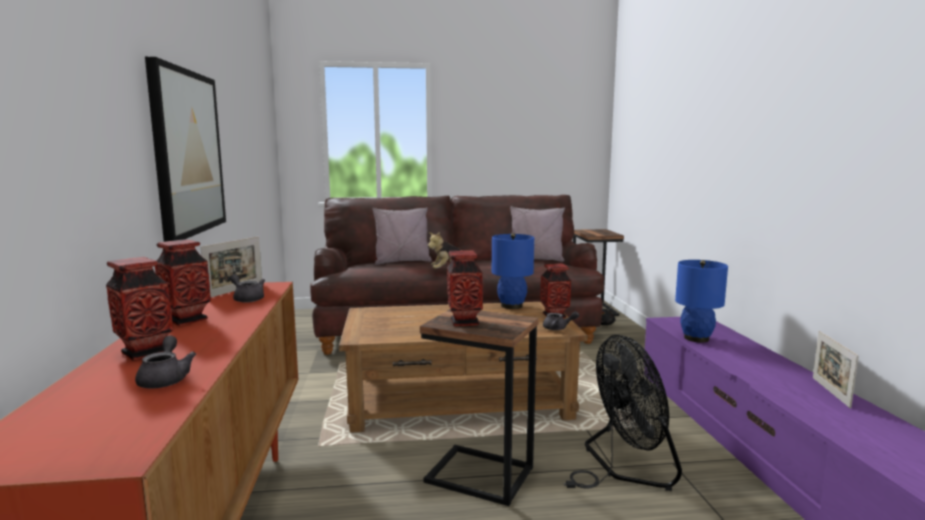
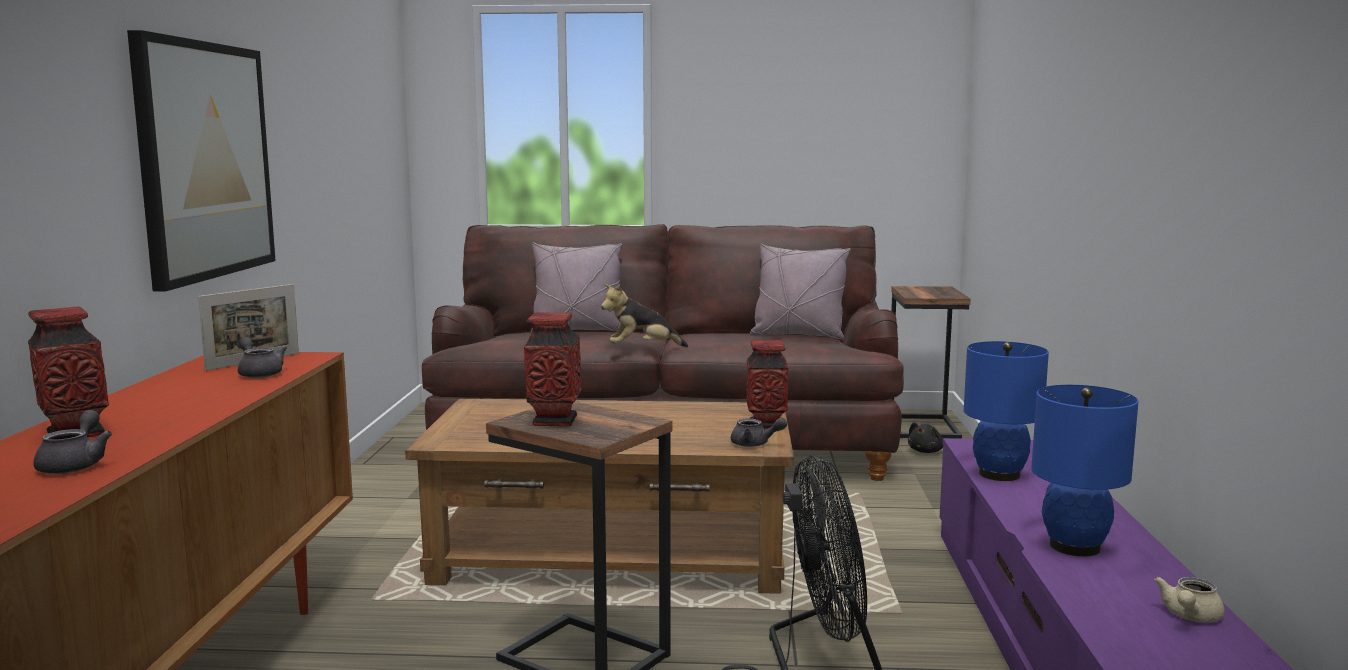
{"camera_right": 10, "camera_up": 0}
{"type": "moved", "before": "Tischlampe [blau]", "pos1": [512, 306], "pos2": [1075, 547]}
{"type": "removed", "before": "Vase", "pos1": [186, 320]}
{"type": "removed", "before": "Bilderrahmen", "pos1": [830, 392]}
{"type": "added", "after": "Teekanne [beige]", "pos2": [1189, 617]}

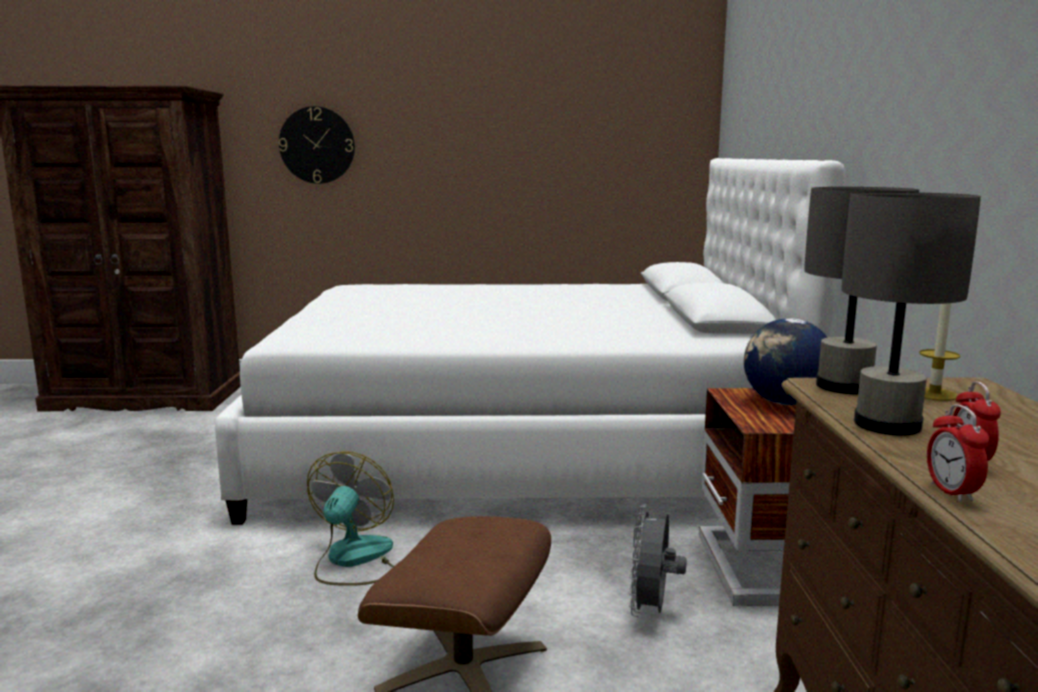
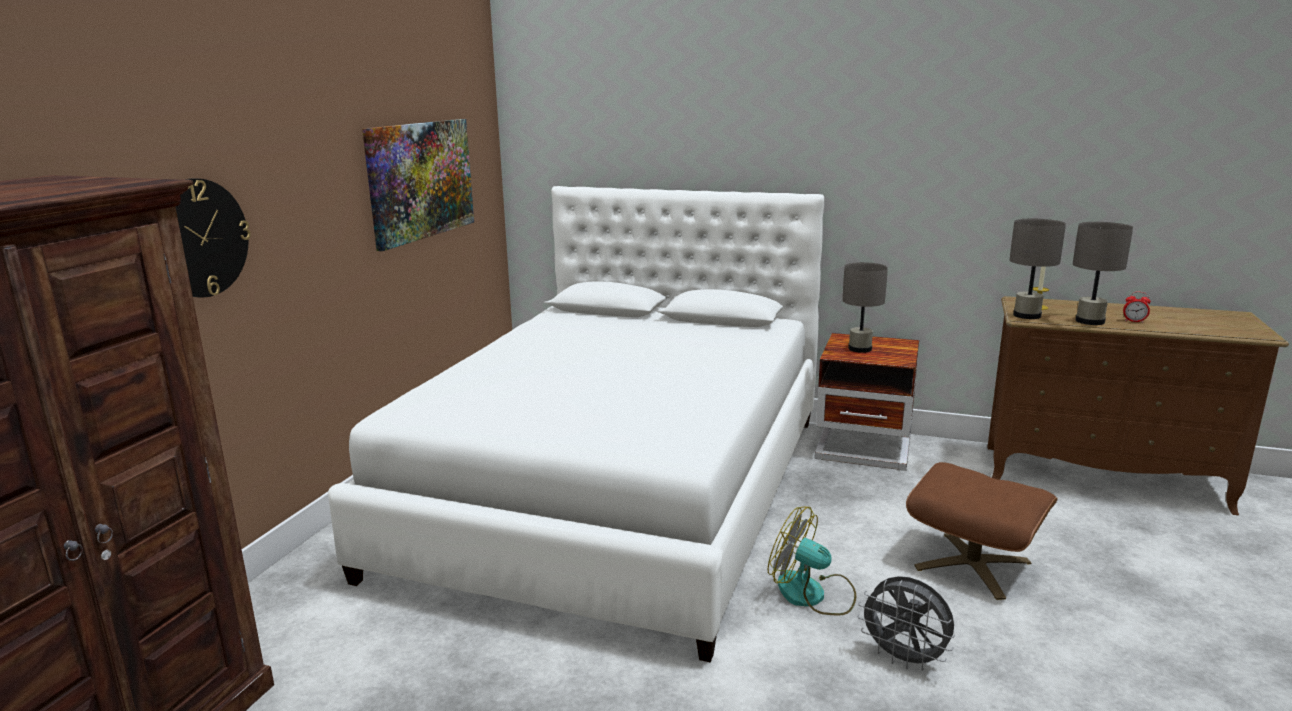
{"camera_right": -70, "camera_up": 5}
{"type": "replaced", "before": "Globus", "after": "Tischlampe [grau]", "pos1": [784, 403], "pos2": [860, 349]}
{"type": "removed", "before": "Wecker", "pos1": [951, 492]}
{"type": "moved", "before": "Ventilator [grau]", "pos1": [651, 610], "pos2": [904, 659]}
{"type": "added", "after": "Bild", "pos2": [421, 180]}

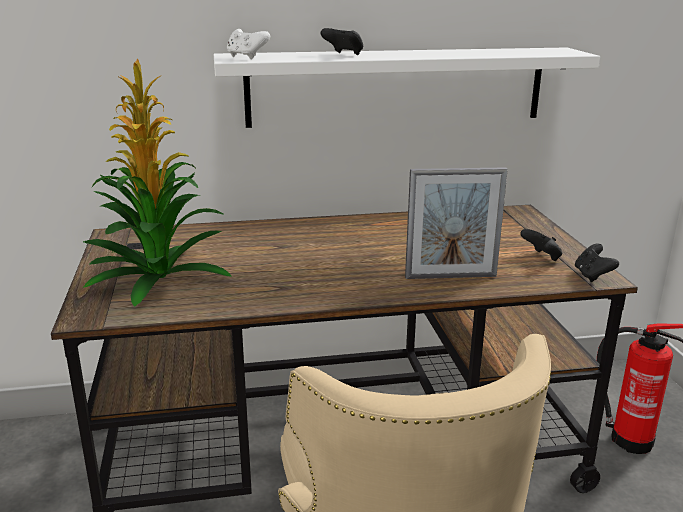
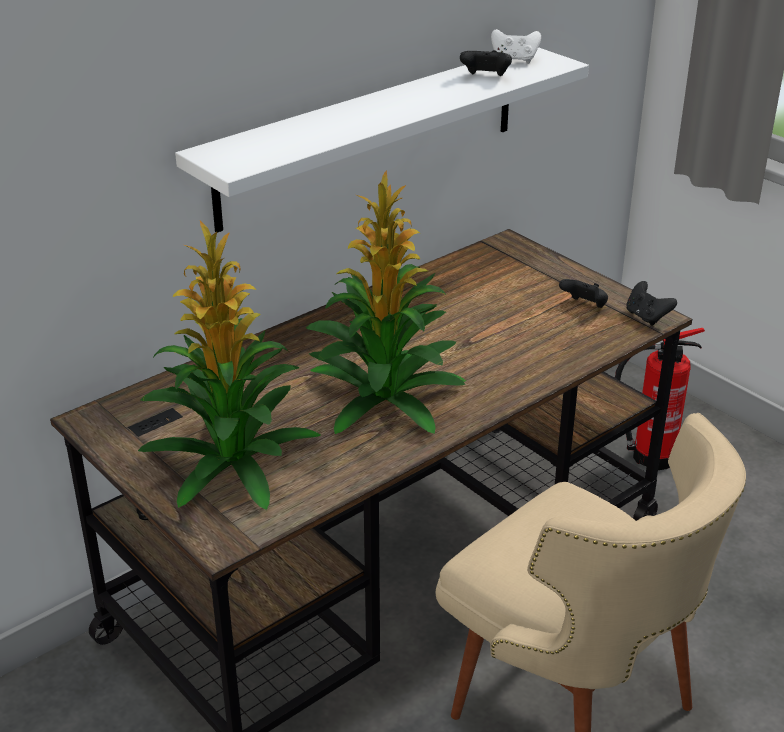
{"camera_right": -30, "camera_up": 10}
{"type": "moved", "before": "Gamepad [schwarz]", "pos1": [344, 54], "pos2": [485, 77]}
{"type": "moved", "before": "Gamepad [weiß]", "pos1": [246, 57], "pos2": [514, 60]}
{"type": "removed", "before": "Bilderrahmen", "pos1": [450, 276]}
{"type": "added", "after": "Topfpflanze", "pos2": [386, 399]}

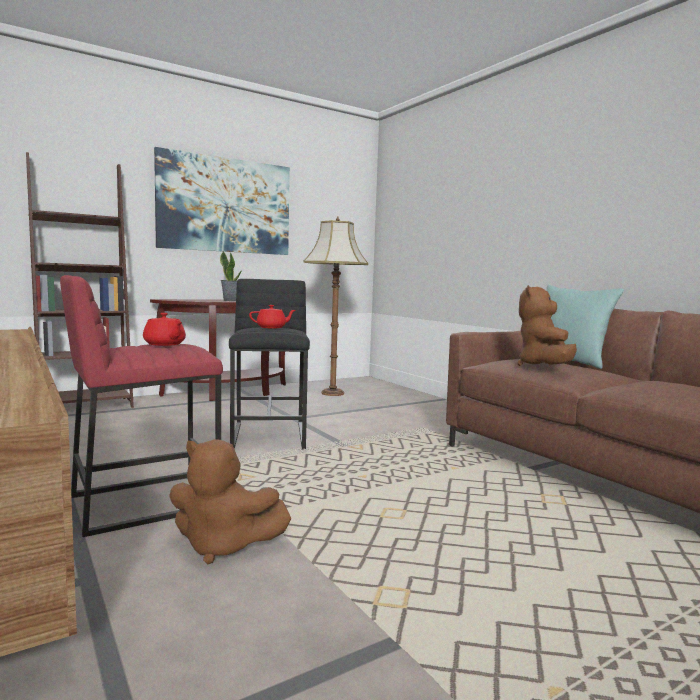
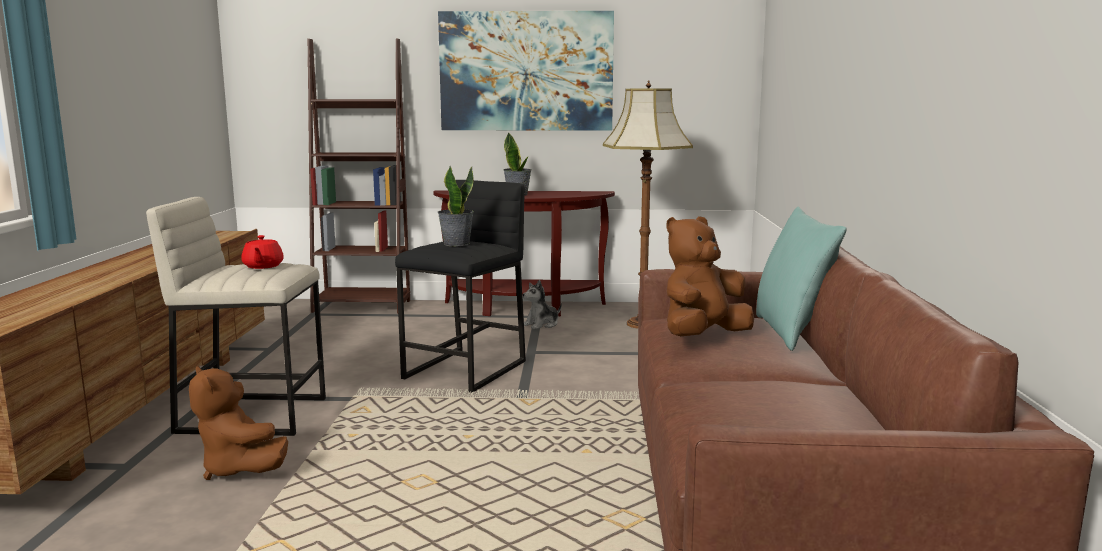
{"camera_right": 35, "camera_up": 5}
{"type": "recoloured", "before": "Hocker [rot]", "after": "Hocker [beige]", "pos1": [144, 502], "pos2": [252, 415]}
{"type": "replaced", "before": "Teekanne [rot]", "after": "Topfpflanze", "pos1": [272, 327], "pos2": [456, 244]}
{"type": "added", "after": "Plüschtier", "pos2": [542, 324]}

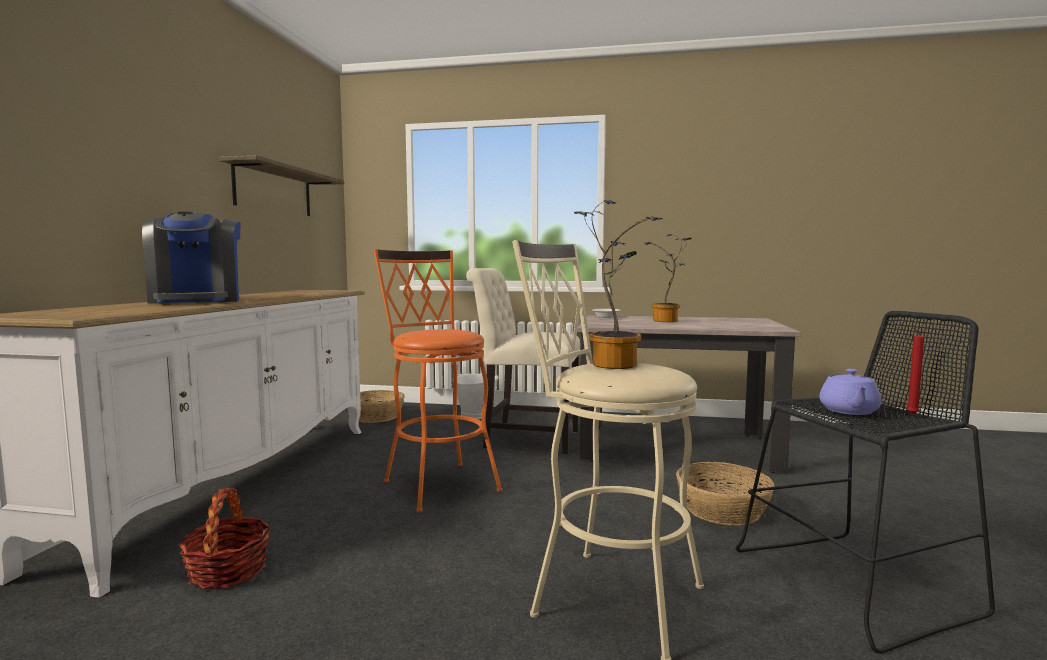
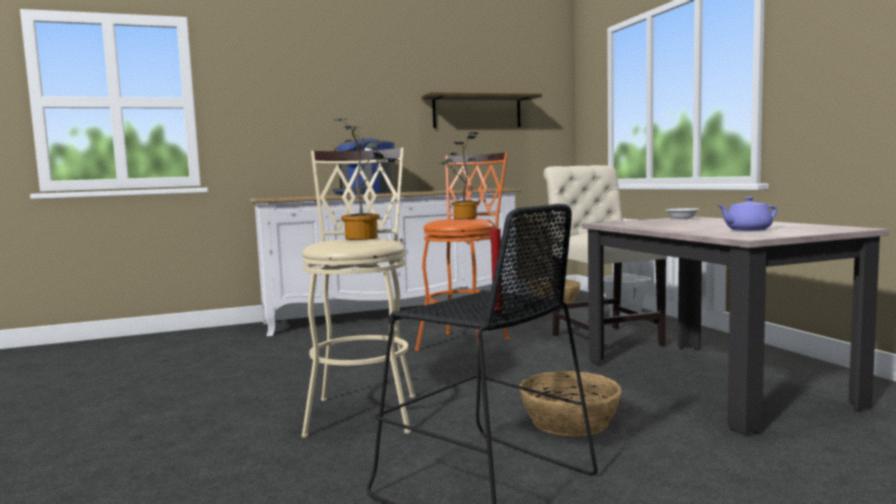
{"camera_right": 60, "camera_up": 0}
{"type": "moved", "before": "Topfpflanze", "pos1": [666, 321], "pos2": [462, 218]}
{"type": "moved", "before": "Teekanne [lila]", "pos1": [849, 411], "pos2": [747, 230]}
{"type": "removed", "before": "Korb", "pos1": [228, 571]}

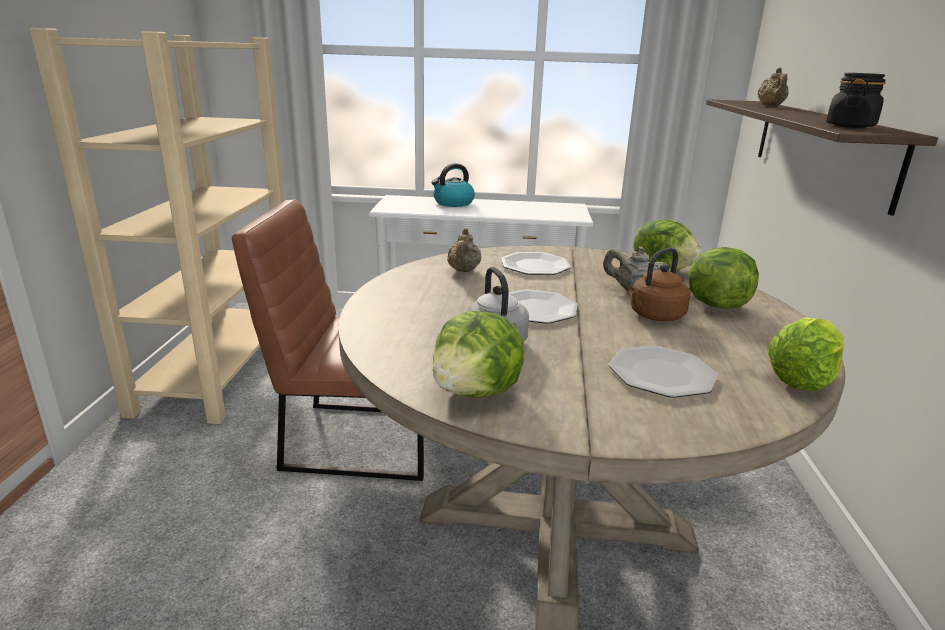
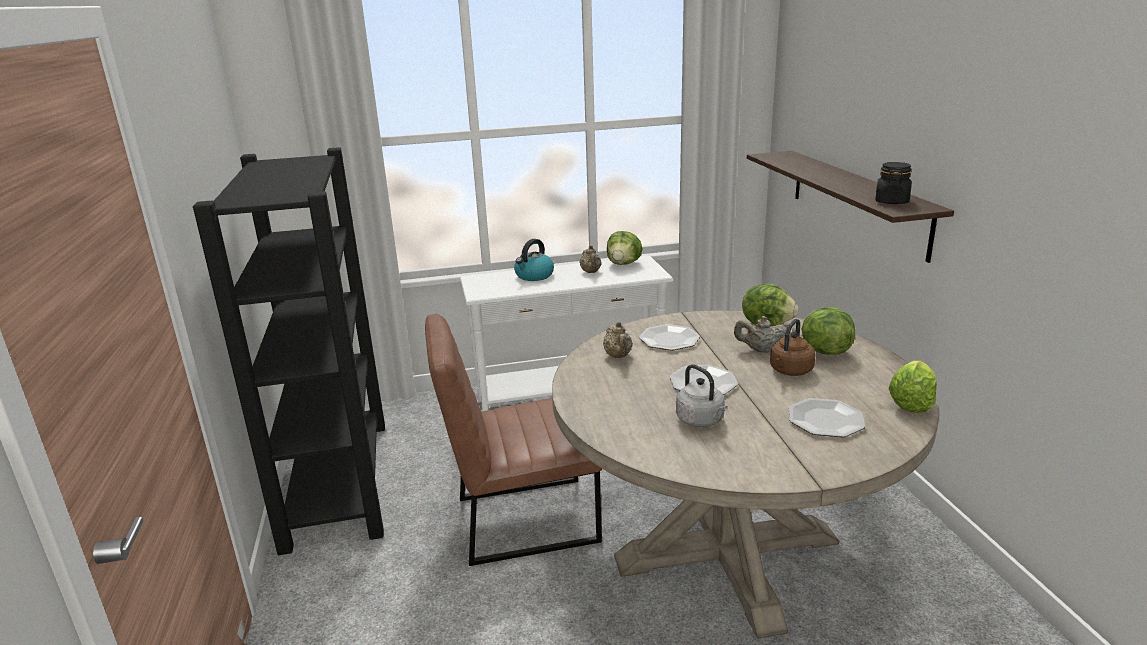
{"camera_right": -15, "camera_up": 0}
{"type": "recoloured", "before": "Bücherregal [beige]", "after": "Bücherregal [schwarz]", "pos1": [220, 367], "pos2": [337, 482]}
{"type": "moved", "before": "Teekanne [beige]", "pos1": [770, 106], "pos2": [591, 272]}
{"type": "moved", "before": "Salatkopf", "pos1": [477, 392], "pos2": [624, 264]}

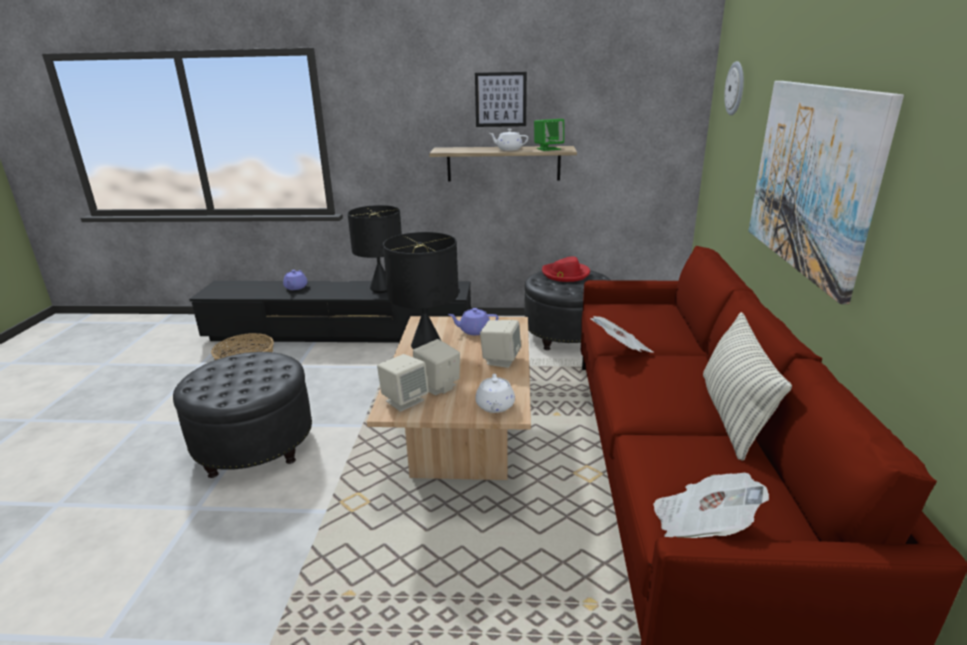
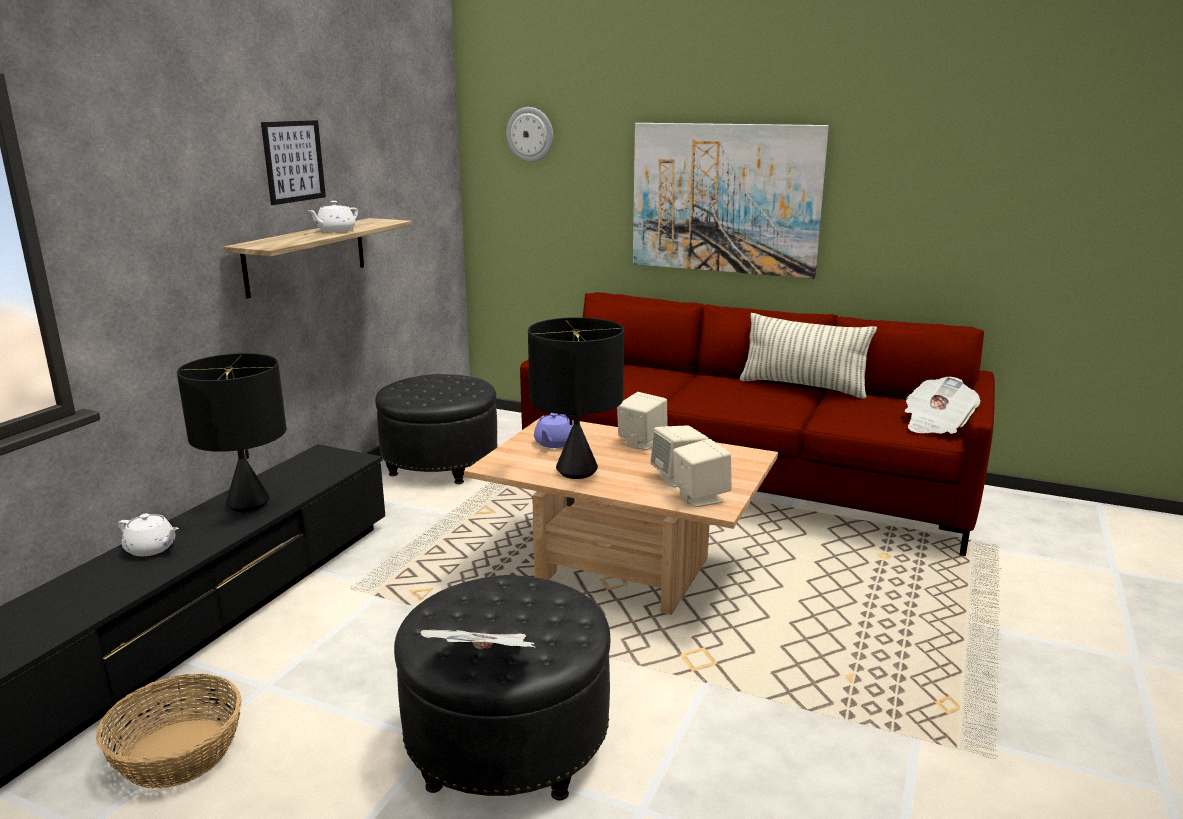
{"camera_right": -70, "camera_up": -5}
{"type": "removed", "before": "Lautsprecher [grün]", "pos1": [548, 149]}
{"type": "removed", "before": "Hut [rot]", "pos1": [565, 274]}
{"type": "removed", "before": "Teekanne [lila]", "pos1": [295, 287]}
{"type": "moved", "before": "Zeitung", "pos1": [620, 350], "pos2": [485, 664]}
{"type": "moved", "before": "Teekanne [weiß]", "pos1": [495, 406], "pos2": [152, 549]}

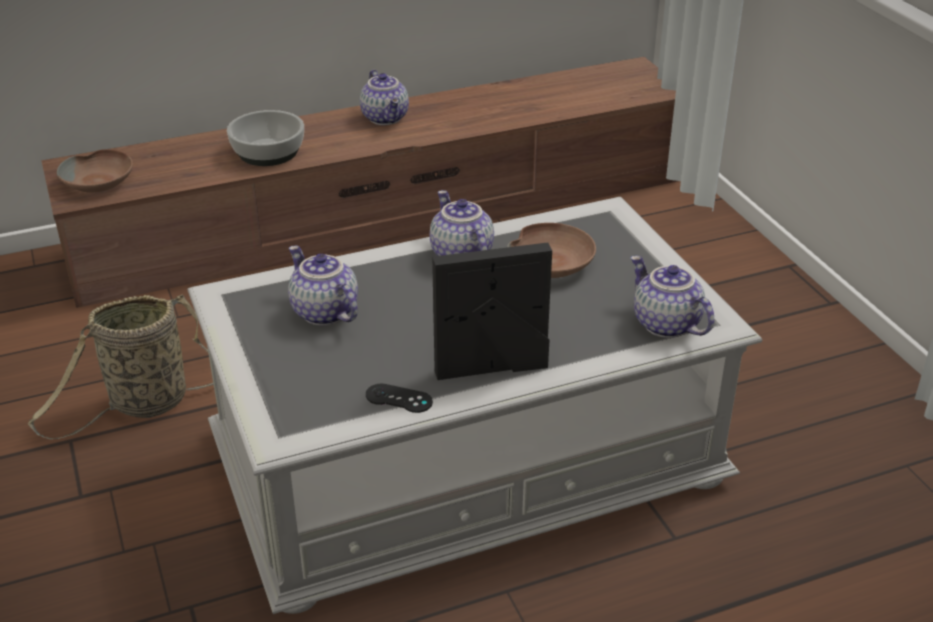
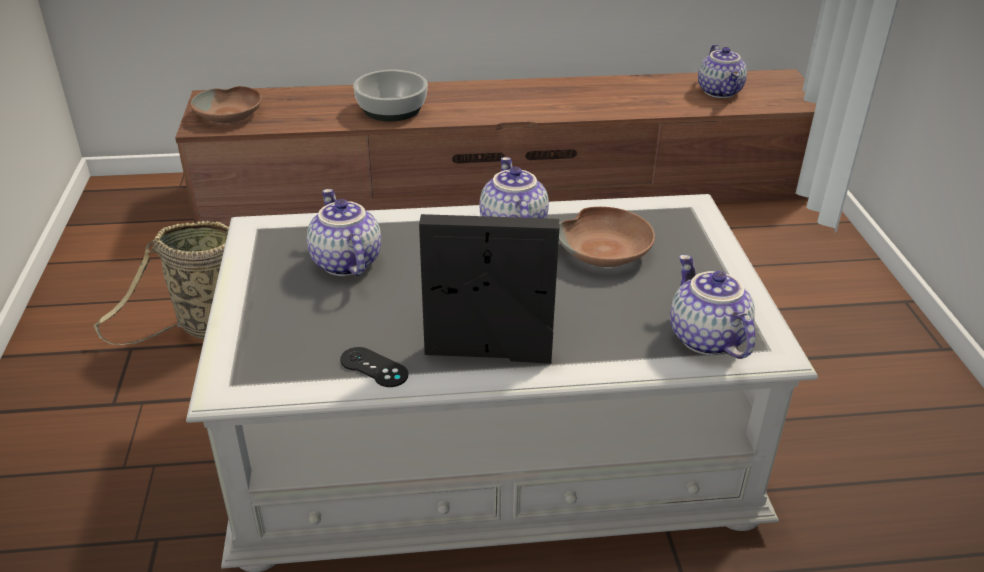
{"camera_right": 15, "camera_up": 0}
{"type": "moved", "before": "Teekanne", "pos1": [386, 118], "pos2": [720, 92]}

